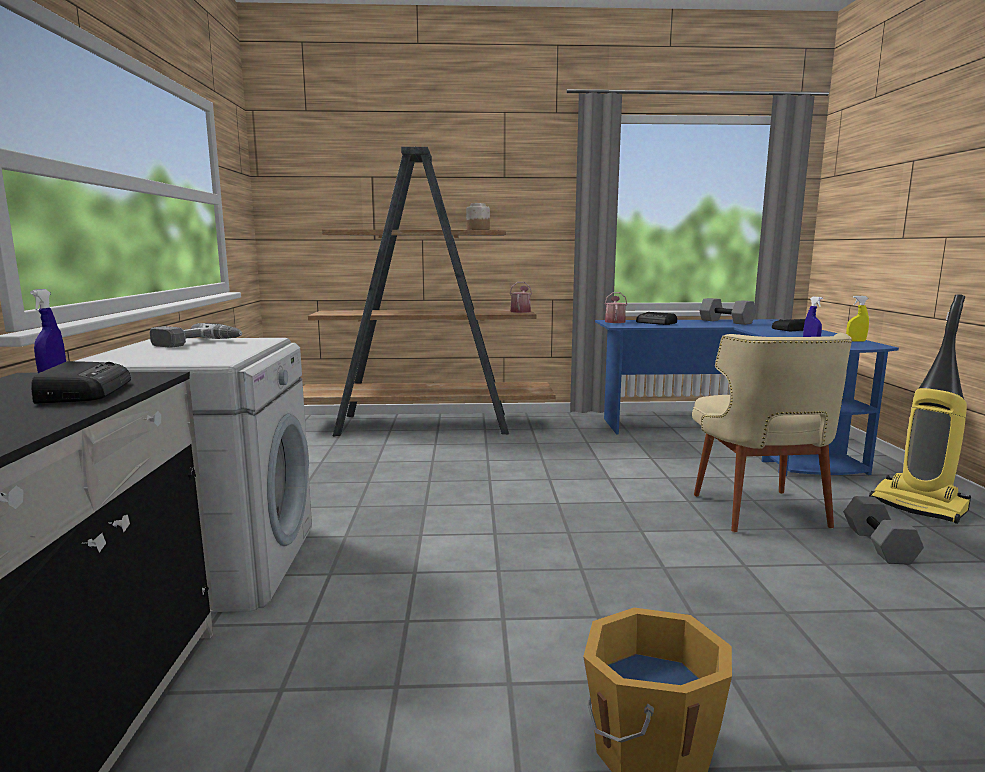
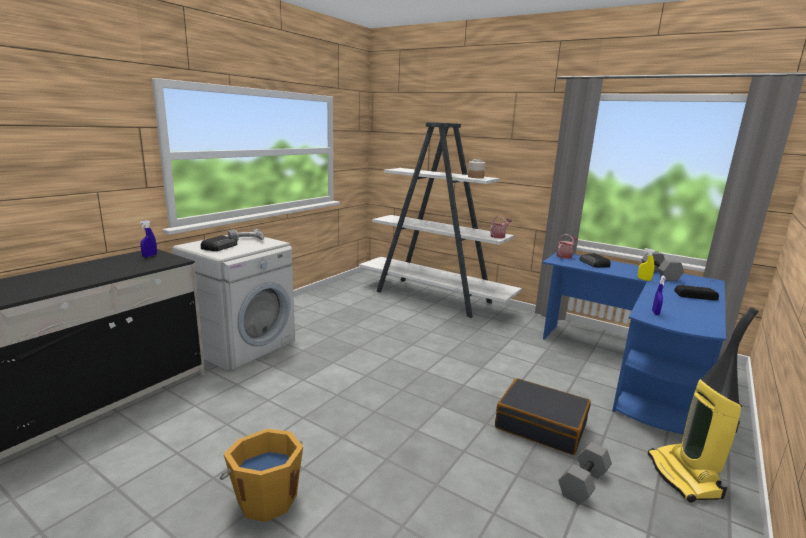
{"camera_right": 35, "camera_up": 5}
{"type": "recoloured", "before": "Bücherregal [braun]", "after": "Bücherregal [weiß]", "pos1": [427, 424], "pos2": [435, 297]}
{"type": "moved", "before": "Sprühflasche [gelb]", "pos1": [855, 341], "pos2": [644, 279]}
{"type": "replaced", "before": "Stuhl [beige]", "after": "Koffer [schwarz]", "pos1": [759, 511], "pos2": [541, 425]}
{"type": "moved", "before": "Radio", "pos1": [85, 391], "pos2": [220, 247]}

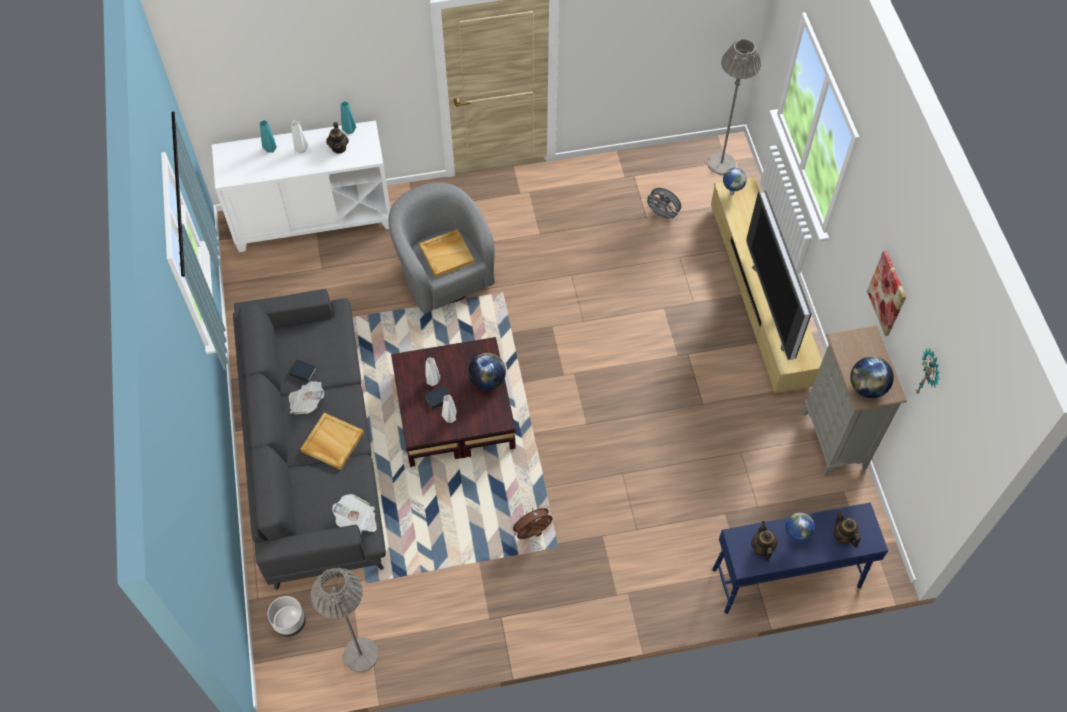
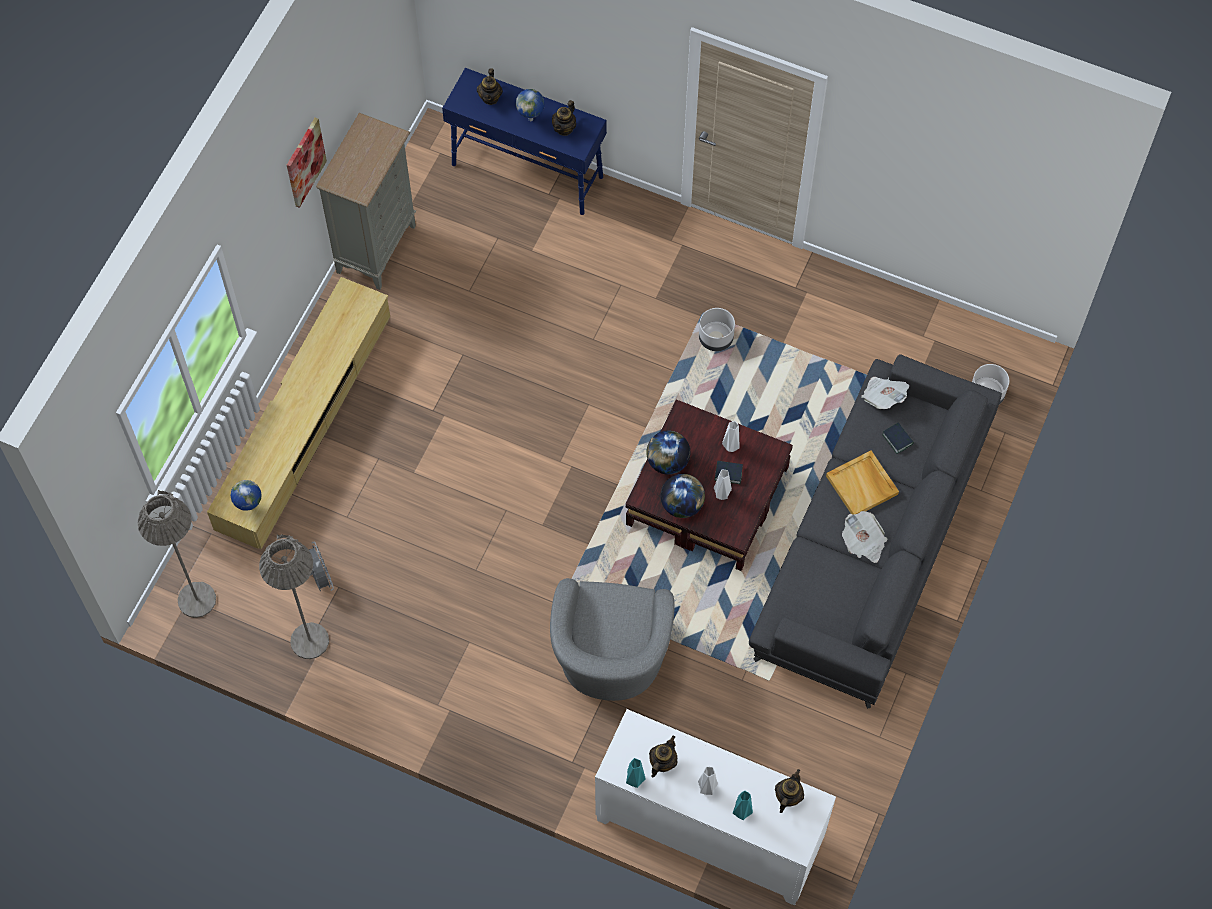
{"camera_right": -145, "camera_up": 5}
{"type": "removed", "before": "Fernseher", "pos1": [775, 306]}
{"type": "removed", "before": "Tablett [beige]", "pos1": [447, 254]}
{"type": "removed", "before": "Wanduhr", "pos1": [929, 375]}
{"type": "moved", "before": "Globus", "pos1": [867, 387], "pos2": [682, 505]}
{"type": "moved", "before": "Buch", "pos1": [303, 372], "pos2": [897, 439]}
{"type": "replaced", "before": "Ventilator [braun]", "after": "Pflanzkübel [grau]", "pos1": [532, 532], "pos2": [716, 338]}
{"type": "moved", "before": "Stehlampe [grau]", "pos1": [360, 654], "pos2": [309, 641]}
{"type": "added", "after": "Teekanne", "pos2": [787, 797]}

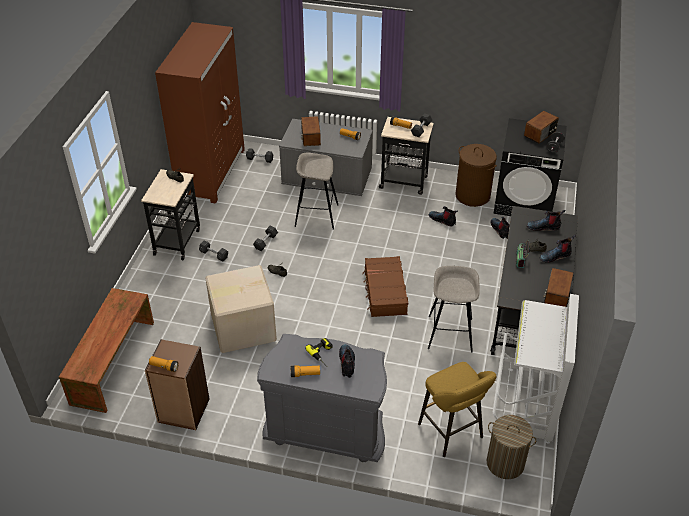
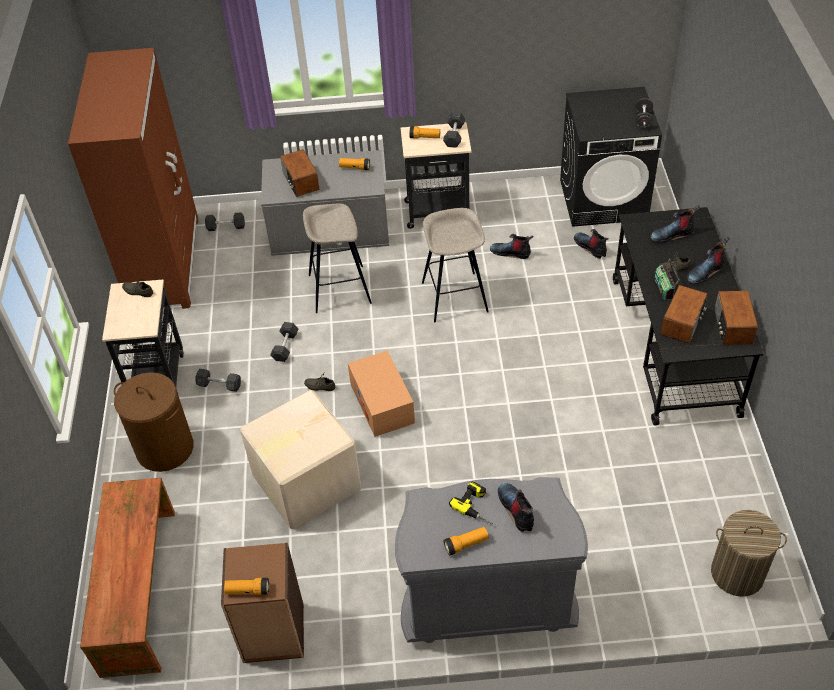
{"camera_right": -15, "camera_up": 5}
{"type": "moved", "before": "Radio", "pos1": [540, 134], "pos2": [683, 323]}
{"type": "moved", "before": "Wäschekorb [braun]", "pos1": [472, 195], "pos2": [164, 448]}
{"type": "removed", "before": "Koffer [braun]", "pos1": [384, 292]}
{"type": "moved", "before": "Hocker [grau]", "pos1": [450, 333], "pos2": [455, 296]}
{"type": "removed", "before": "Schuhregal [weiß]", "pos1": [524, 403]}
{"type": "removed", "before": "Hocker [gelb]", "pos1": [452, 433]}
{"type": "added", "after": "Karton", "pos2": [382, 403]}

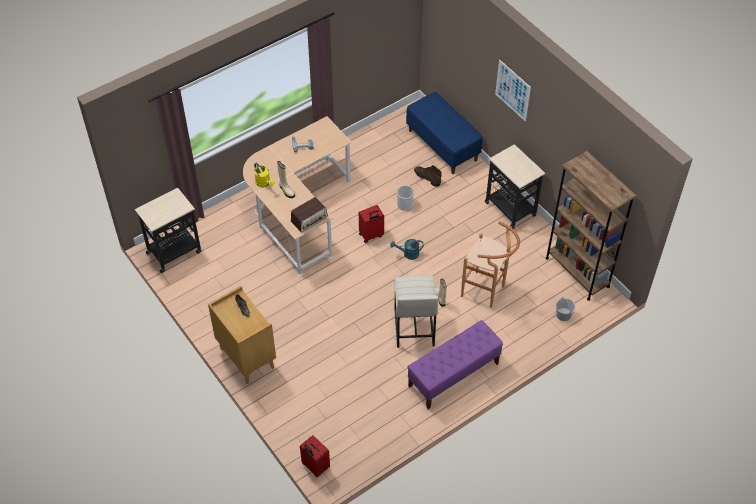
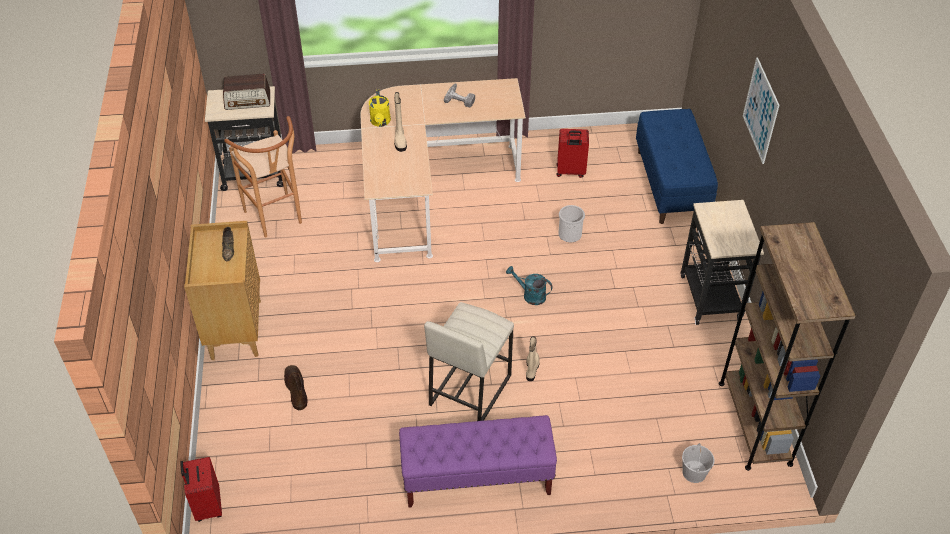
{"camera_right": 30, "camera_up": -5}
{"type": "moved", "before": "Stiefel [braun]", "pos1": [427, 177], "pos2": [296, 389]}
{"type": "moved", "before": "Radio", "pos1": [309, 219], "pos2": [248, 100]}
{"type": "moved", "before": "Koffer [rot]", "pos1": [371, 235], "pos2": [570, 172]}
{"type": "moved", "before": "Hocker [braun]", "pos1": [487, 292], "pos2": [277, 220]}

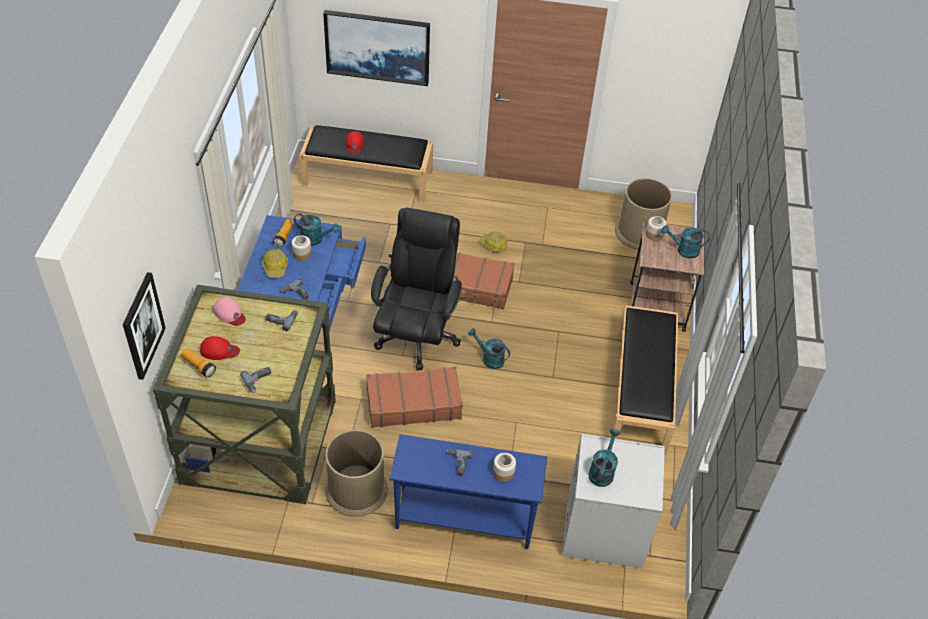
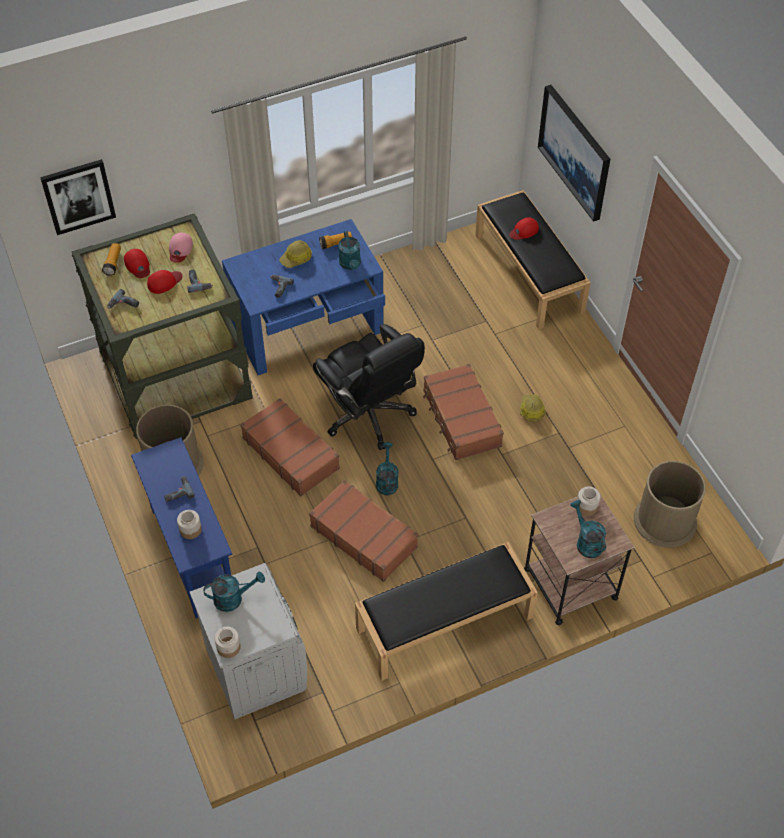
{"camera_right": 60, "camera_up": 5}
{"type": "turned", "before": "Bürostuhl [schwarz]", "pos1": [417, 336], "pos2": [368, 414], "turn": 75}
{"type": "moved", "before": "Vorratsglas", "pos1": [302, 254], "pos2": [228, 647]}
{"type": "added", "after": "Kappe [rot]", "pos2": [164, 282]}
{"type": "added", "after": "Koffer [braun]", "pos2": [364, 536]}

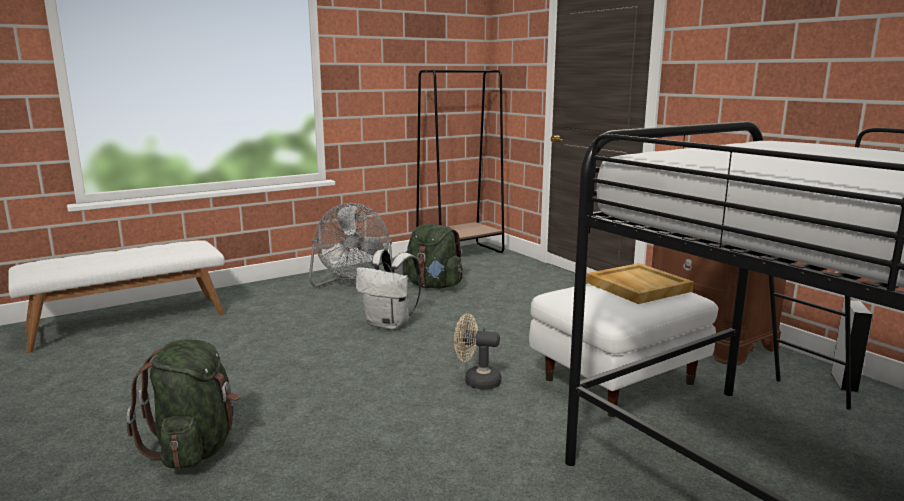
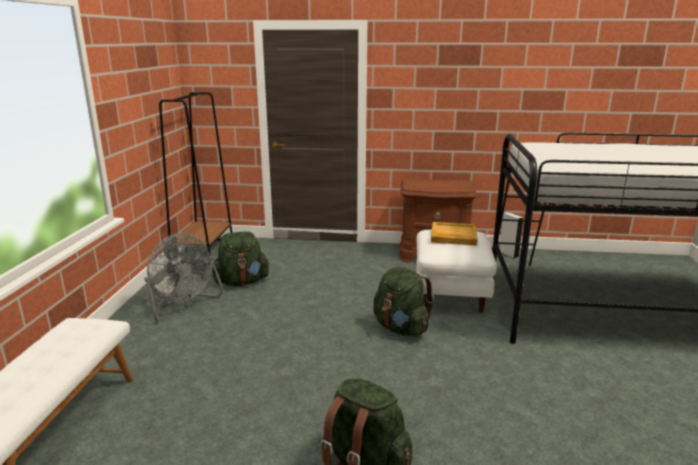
{"camera_right": -50, "camera_up": 5}
{"type": "removed", "before": "Rucksack [weiß]", "pos1": [390, 324]}
{"type": "replaced", "before": "Ventilator [beige]", "after": "Rucksack [grün]", "pos1": [476, 381], "pos2": [401, 328]}

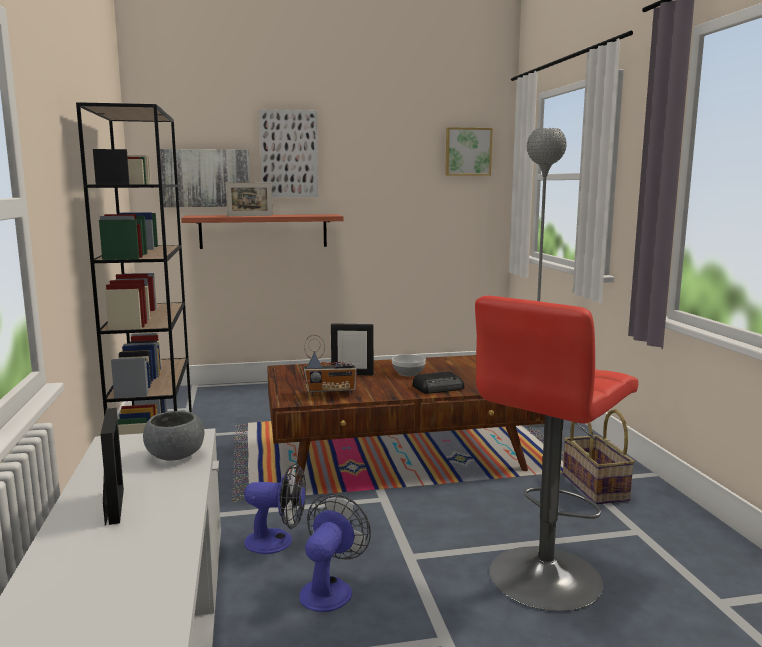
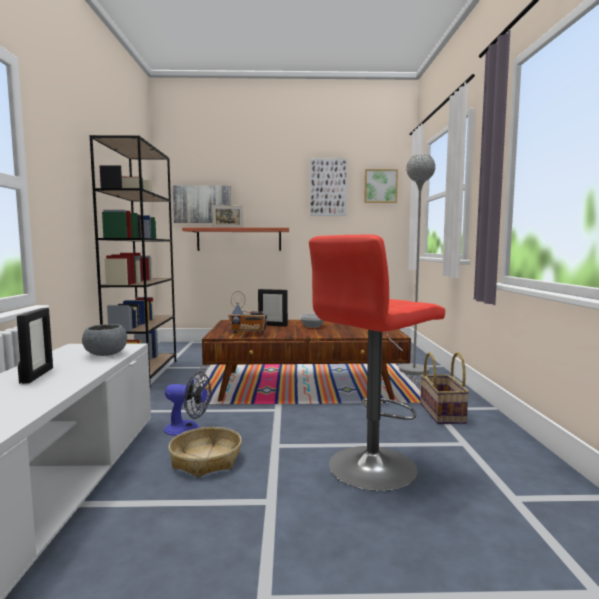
{"camera_right": 10, "camera_up": -5}
{"type": "moved", "before": "Bild", "pos1": [289, 154], "pos2": [328, 187]}
{"type": "removed", "before": "Radio", "pos1": [439, 388]}
{"type": "replaced", "before": "Ventilator", "after": "Korb", "pos1": [330, 589], "pos2": [205, 460]}

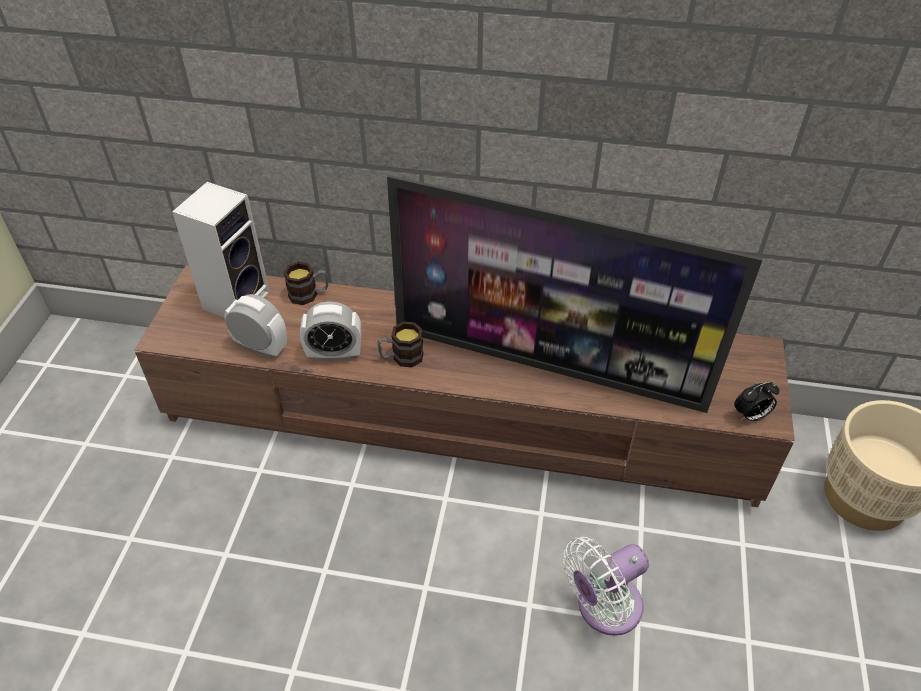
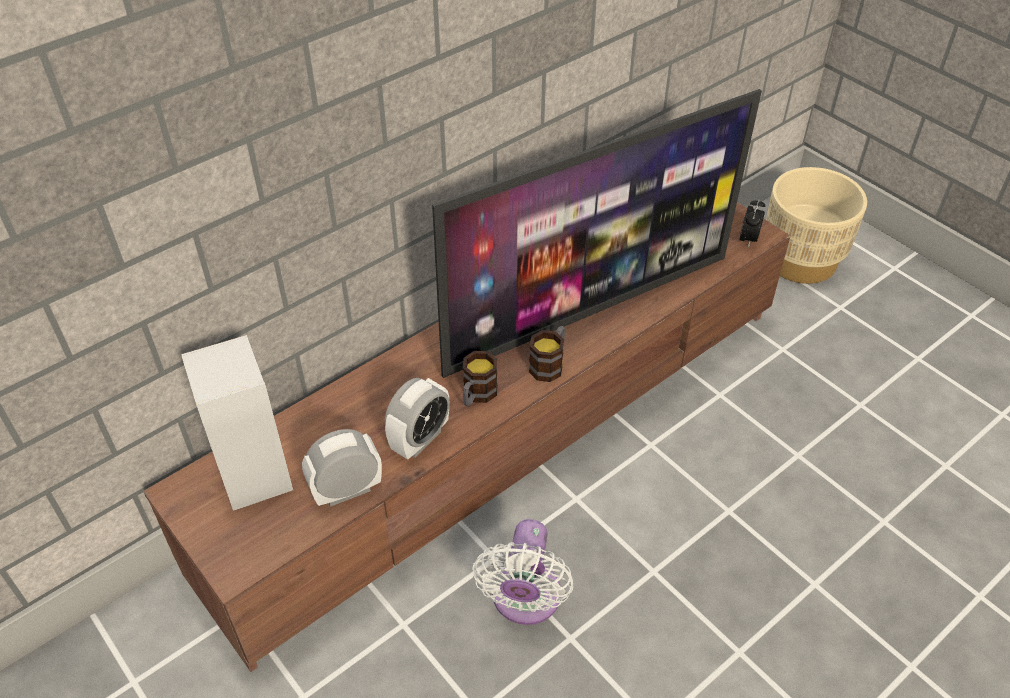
{"camera_right": -50, "camera_up": 0}
{"type": "moved", "before": "Henkelbecher", "pos1": [309, 294], "pos2": [549, 364]}
{"type": "moved", "before": "Ventilator [weiß]", "pos1": [603, 608], "pos2": [525, 601]}

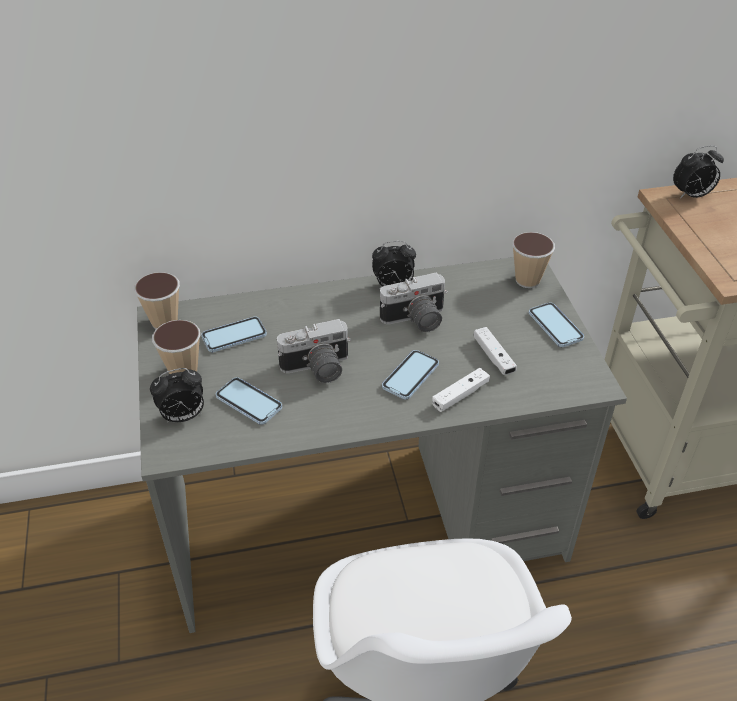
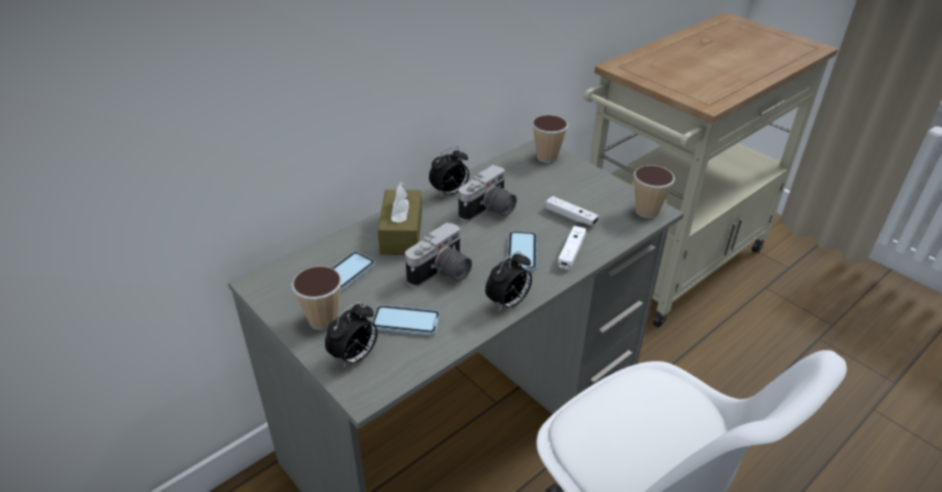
{"camera_right": -30, "camera_up": -5}
{"type": "moved", "before": "Wecker", "pos1": [691, 196], "pos2": [508, 303]}
{"type": "moved", "before": "Tasse", "pos1": [164, 322], "pos2": [647, 211]}
{"type": "removed", "before": "Handy", "pos1": [555, 326]}
{"type": "added", "after": "Taschentuchbox [braun]", "pos2": [401, 233]}

